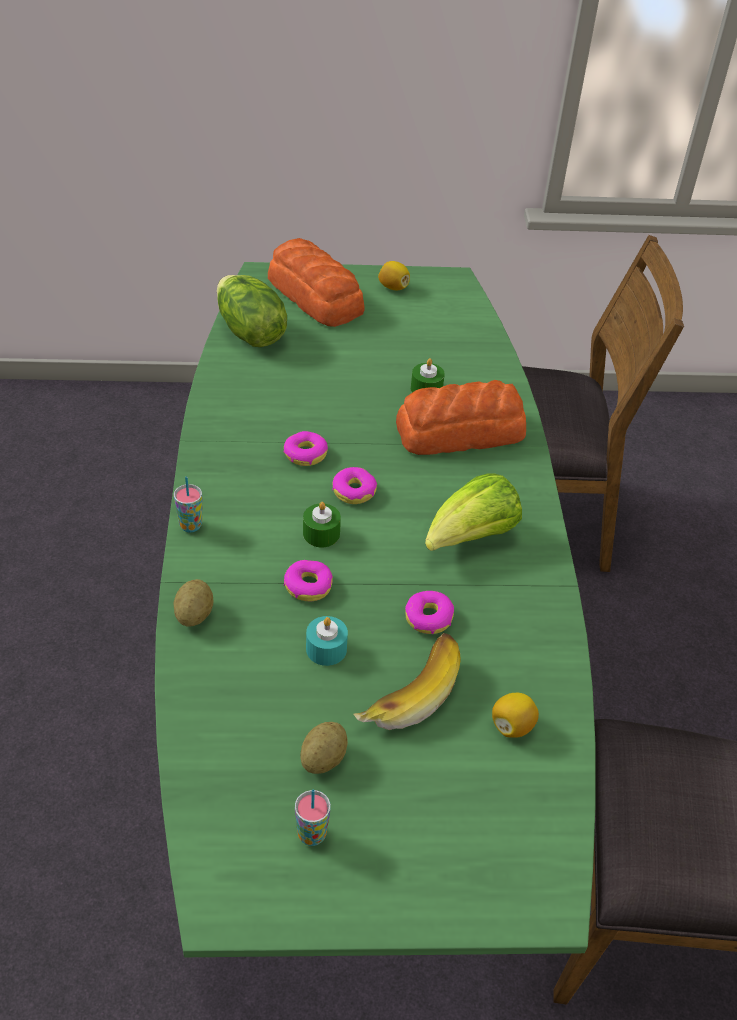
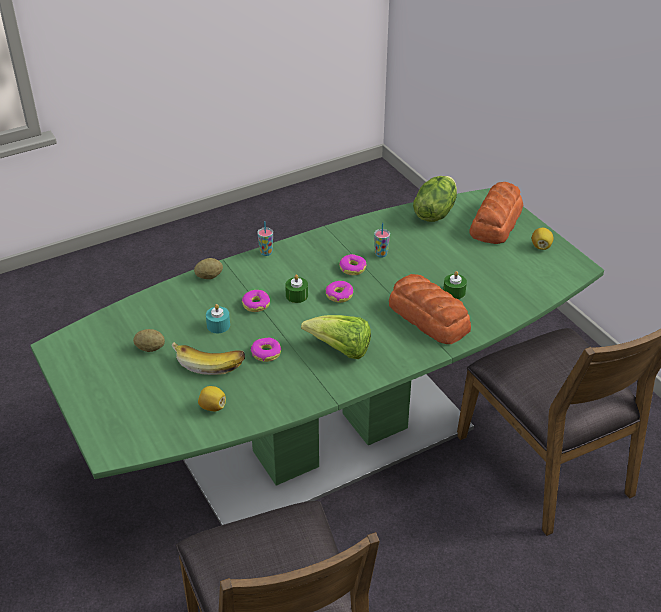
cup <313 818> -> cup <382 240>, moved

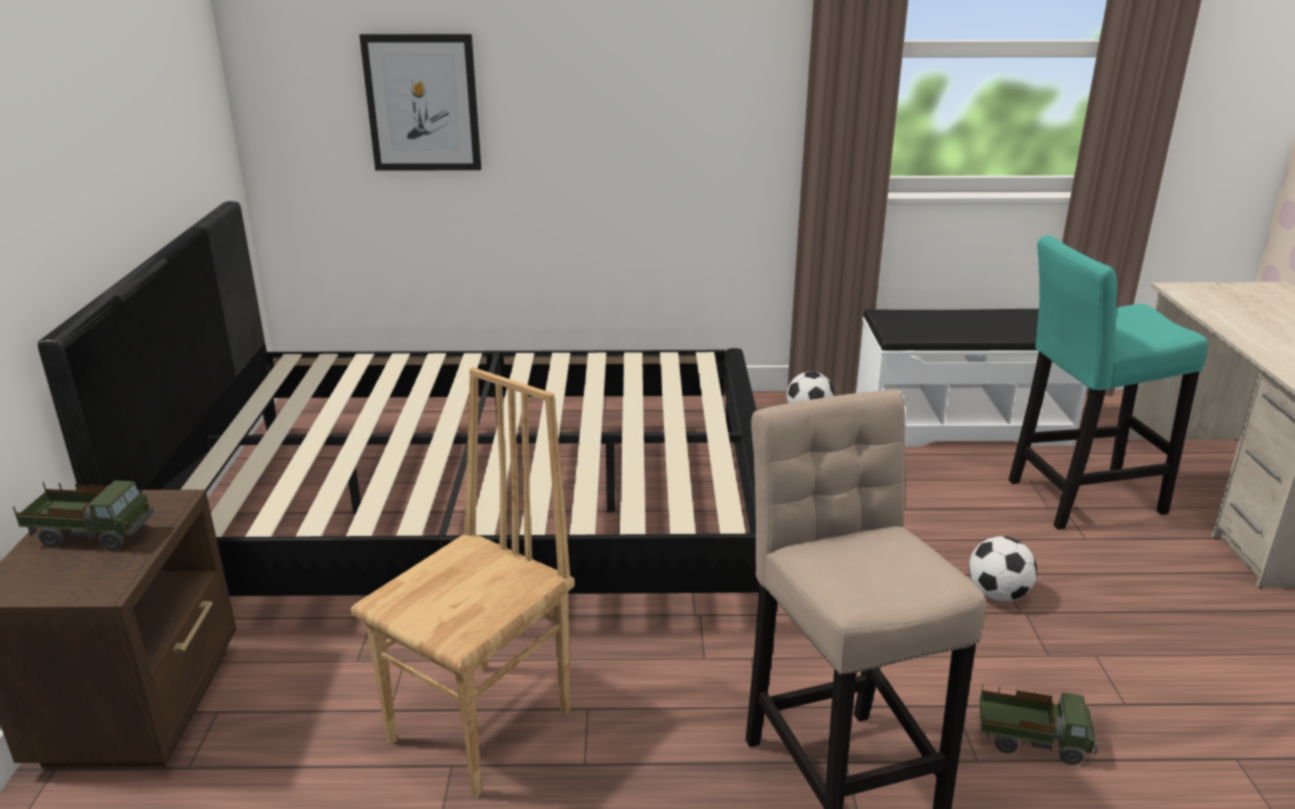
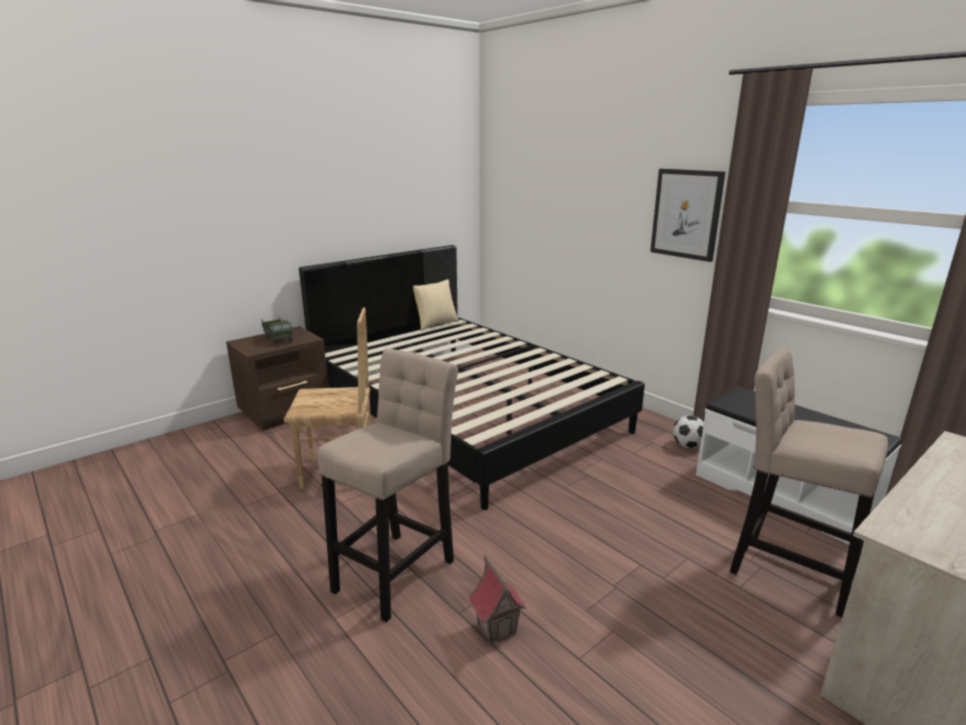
wall art <420 102> -> wall art <687 215>, moved
turquoise-coloured stool <1108 382> -> beige-coloured stool <809 482>
football <1003 569> -> none
model truck <1039 725> -> model house <497 599>
none -> pillow <436 305>

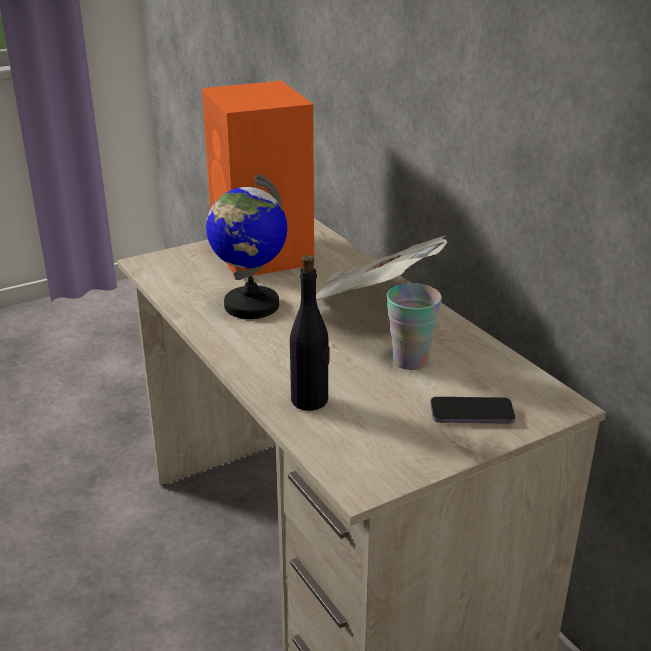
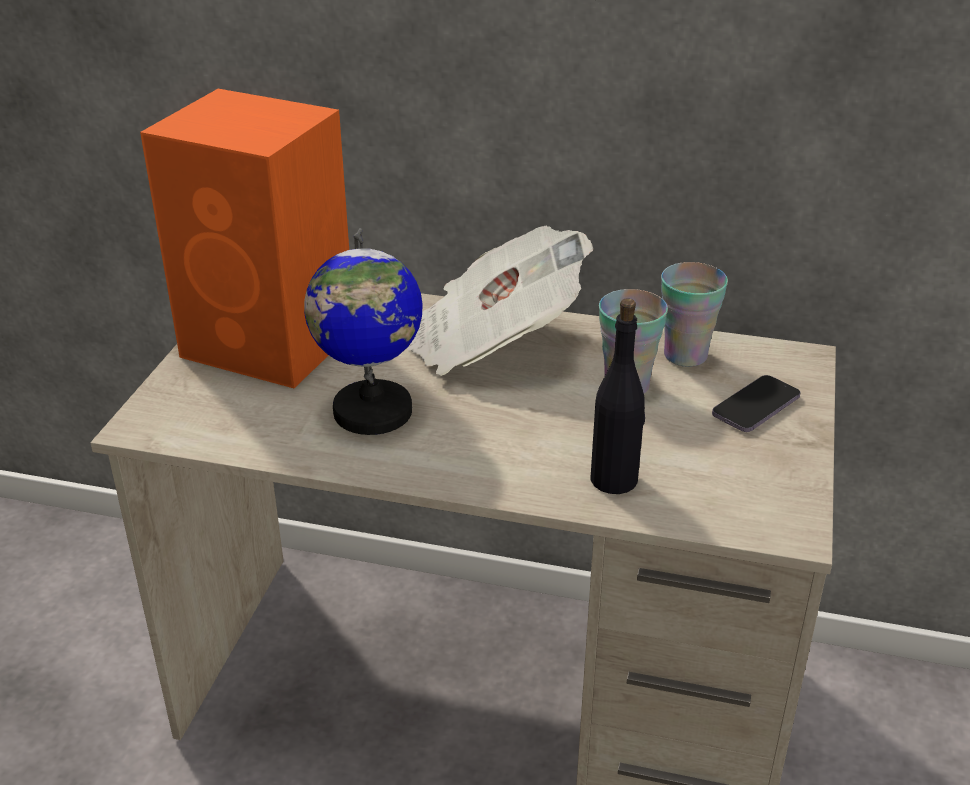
none -> cup <694 314>

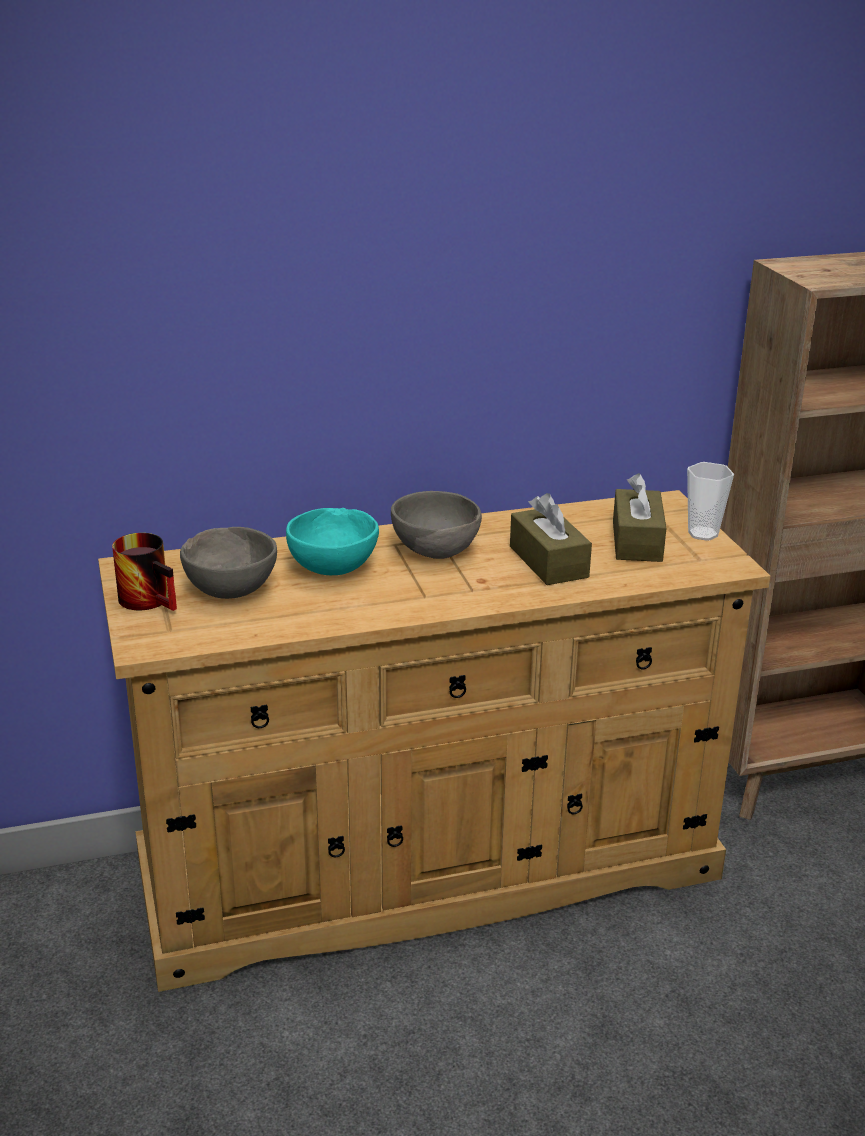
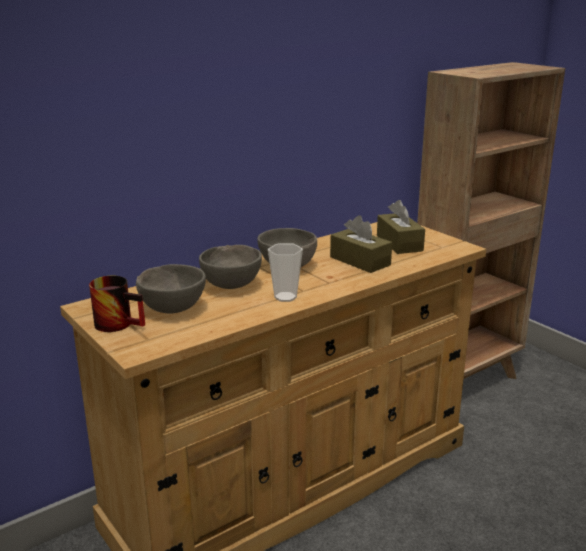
cup <710 501> -> cup <285 273>, moved
turquoise-coloured serving bowl <332 541> -> gray serving bowl <230 267>

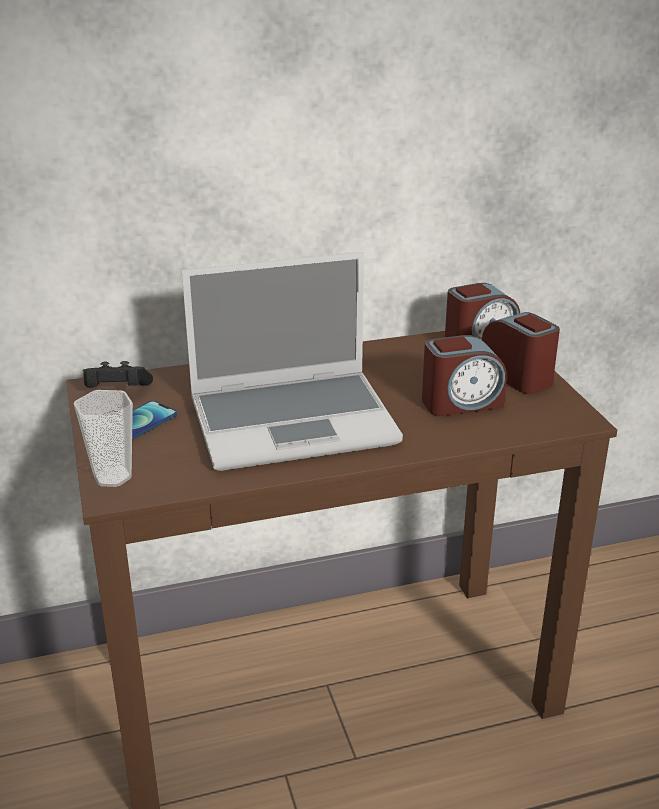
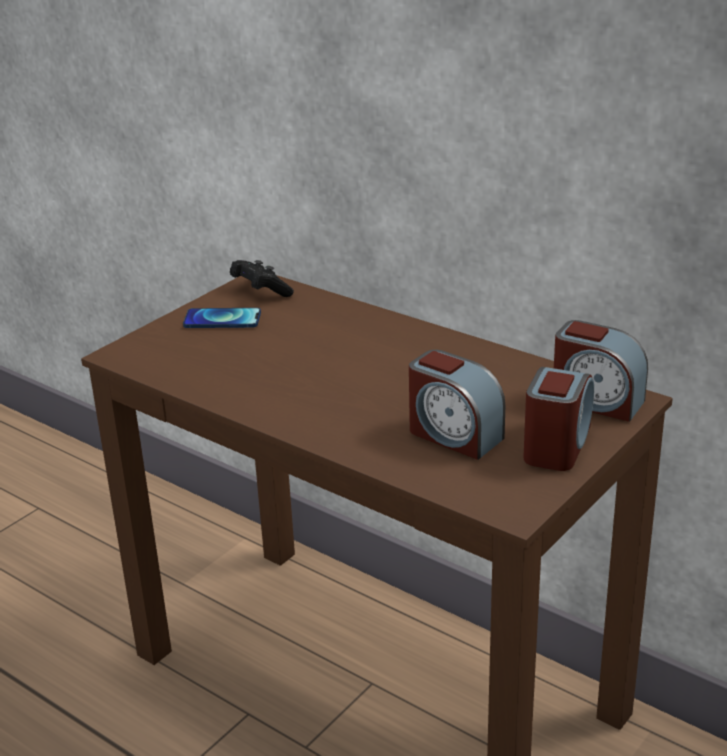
laptop <292 361> -> none
cup <103 438> -> none

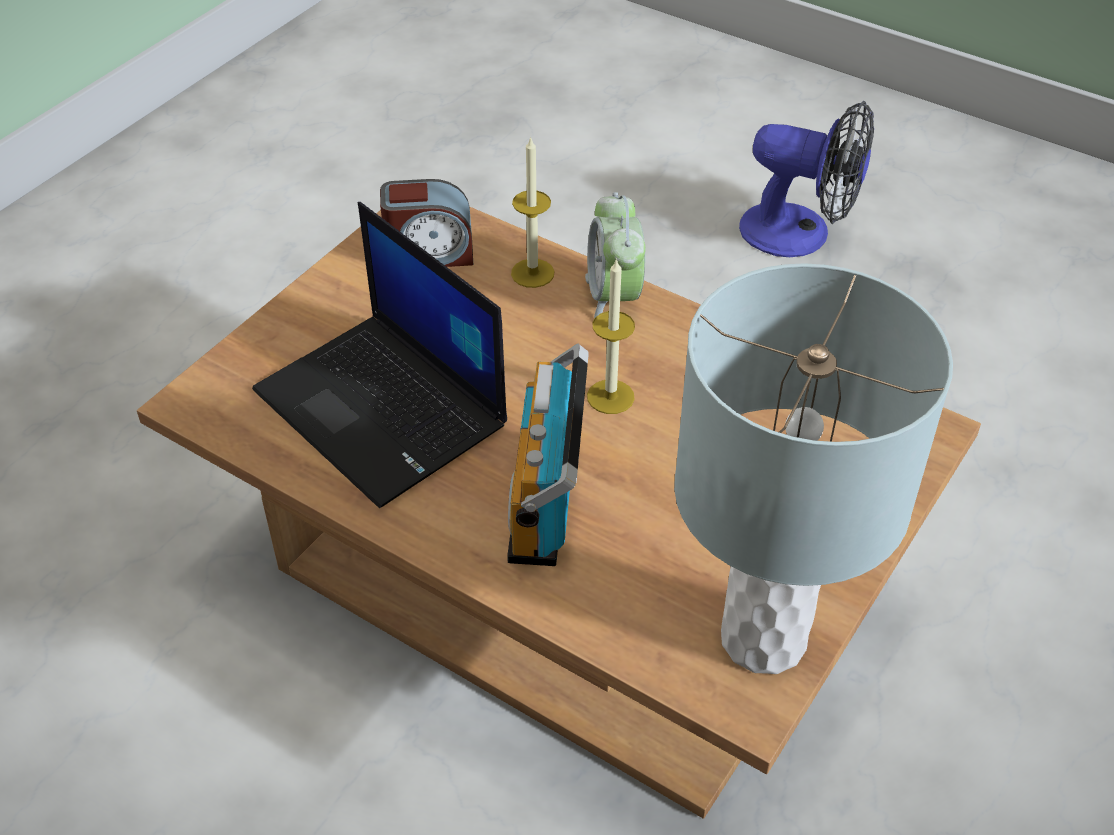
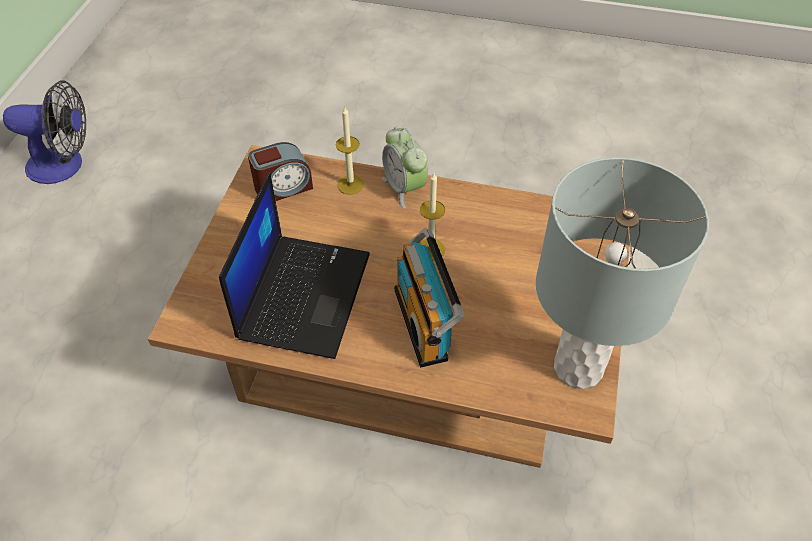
electric fan <806 179> -> electric fan <44 132>, moved
laptop <379 355> -> laptop <294 265>, 105 degrees counterclockwise

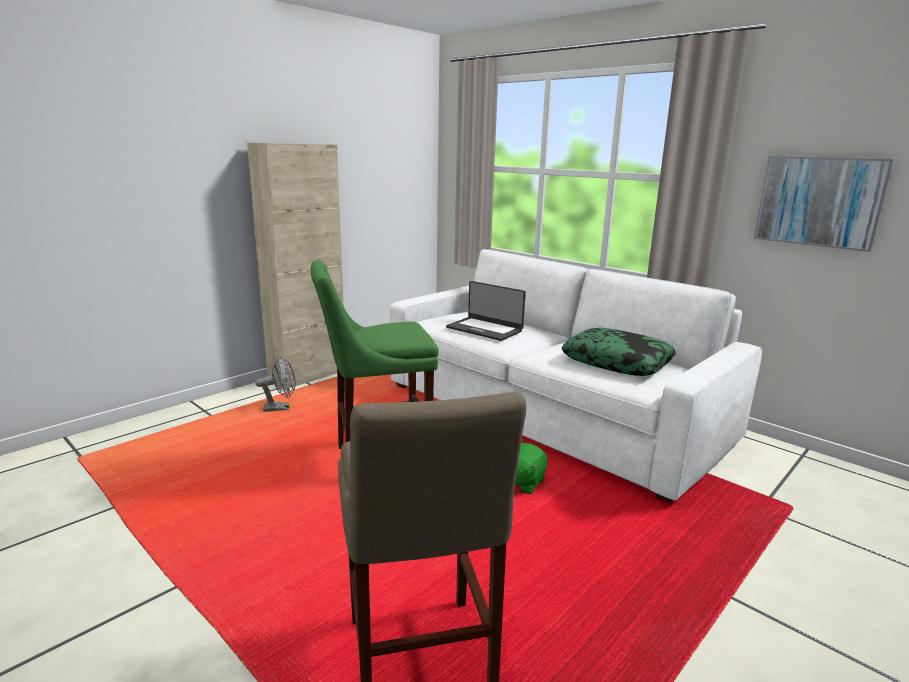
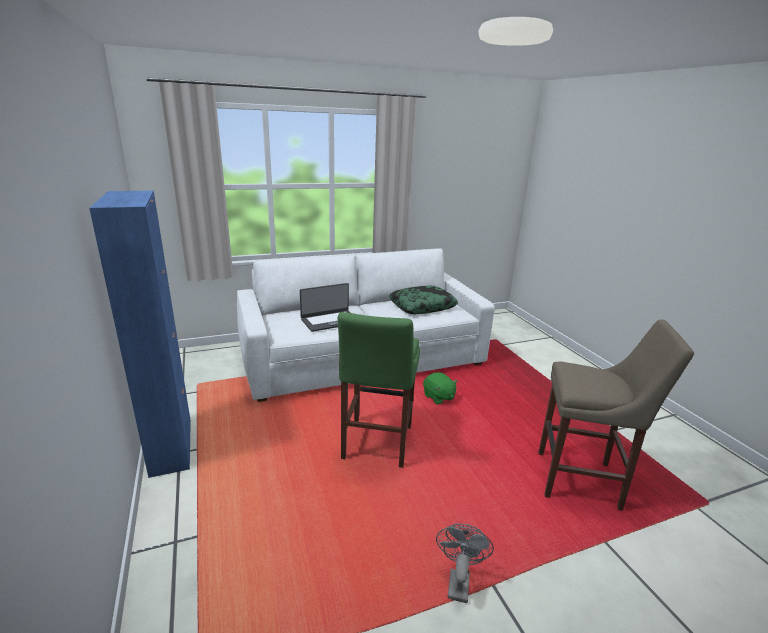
beige-coloured cabinet <295 266> -> blue-coloured cabinet <140 334>
wall art <824 204> -> none
gray electric fan <275 384> -> gray electric fan <465 563>, moved

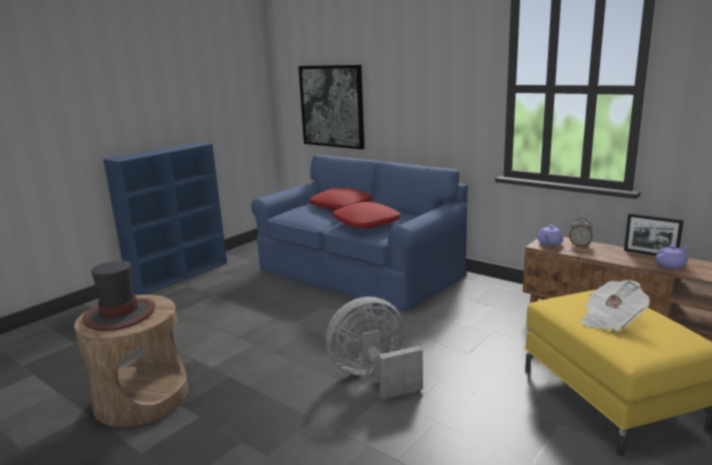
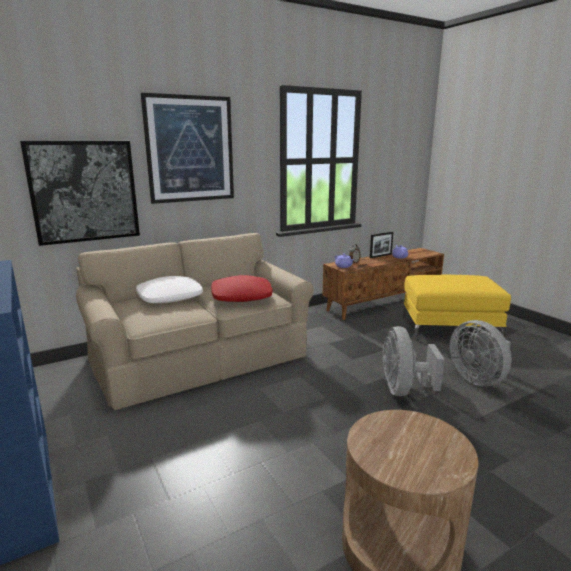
blue-coloured sofa <359 233> -> beige-coloured sofa <195 321>
red pillow <341 199> -> white-coloured pillow <169 289>
hat <118 296> -> none
newspaper <615 305> -> none
none -> wall art <187 148>
none -> gray electric fan <481 353>

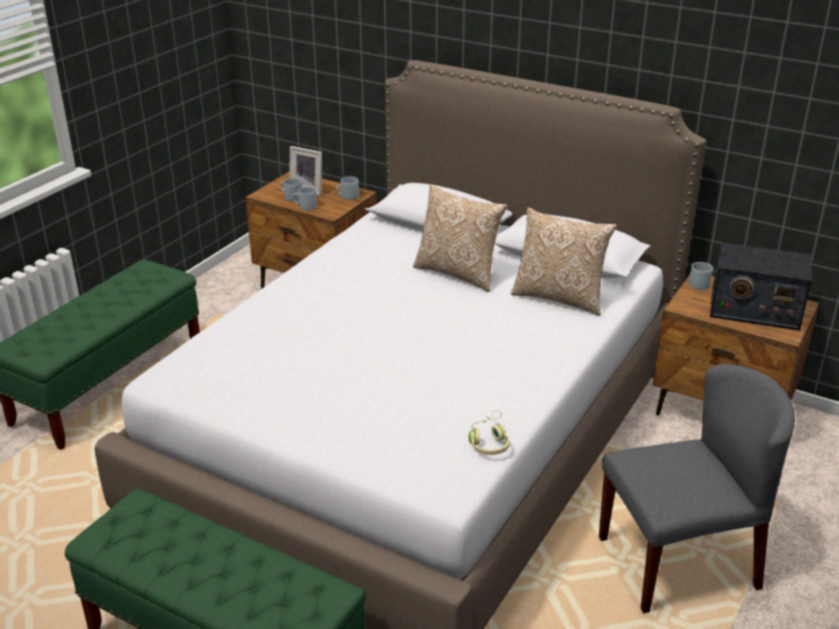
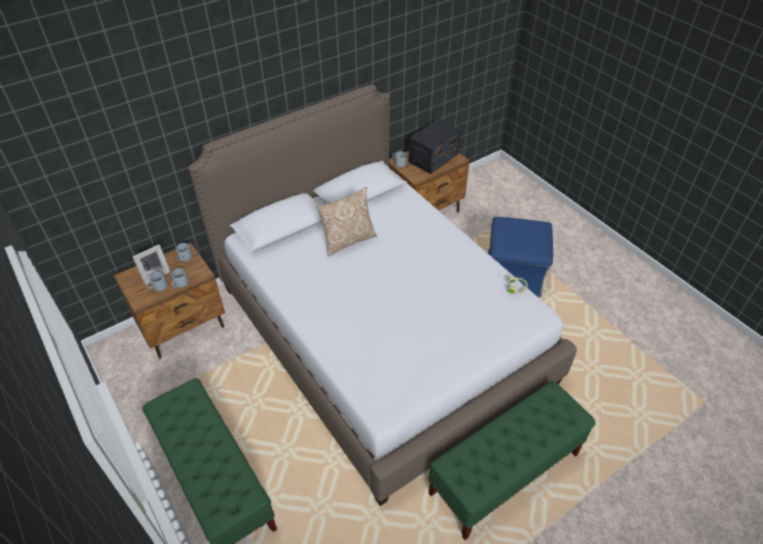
pillow <564 261> -> none
gray plain chair <697 488> -> blue-coloured footrest <520 257>

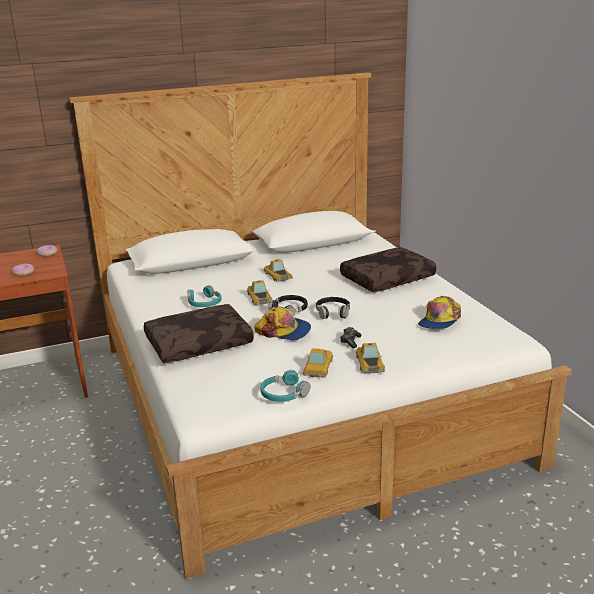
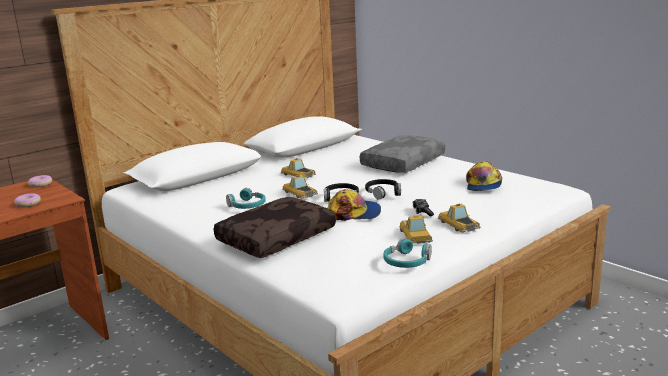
brown-coloured pillow <388 269> -> gray pillow <402 154>

